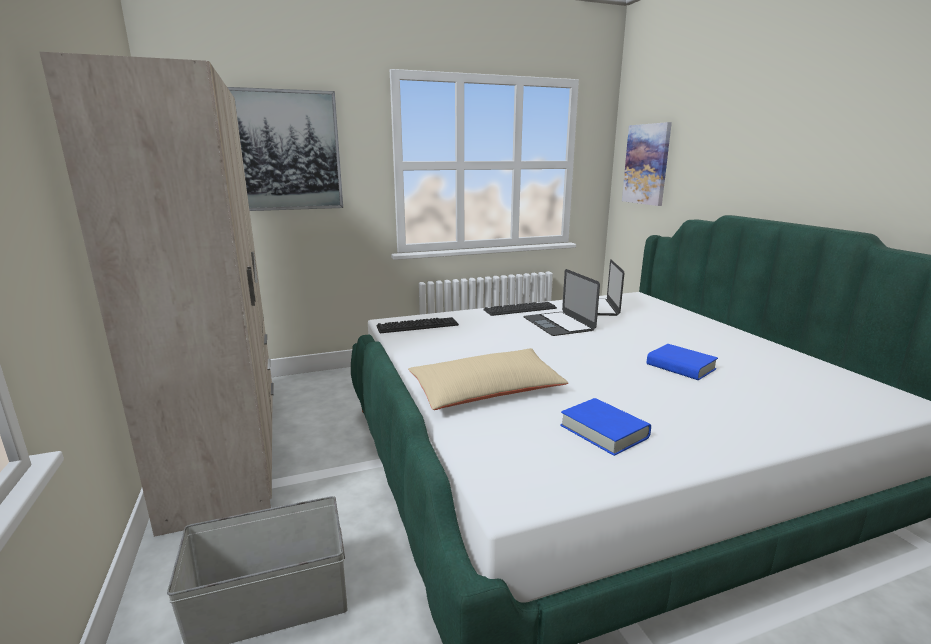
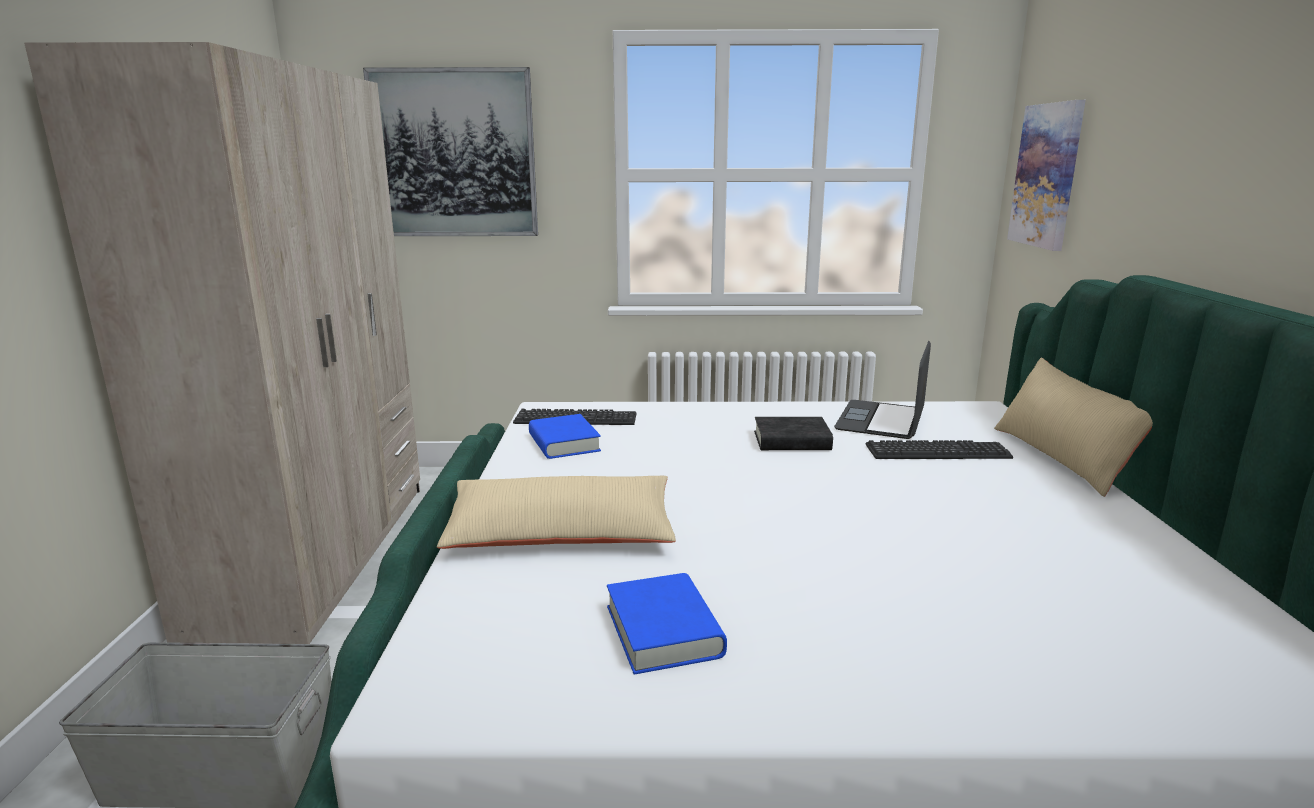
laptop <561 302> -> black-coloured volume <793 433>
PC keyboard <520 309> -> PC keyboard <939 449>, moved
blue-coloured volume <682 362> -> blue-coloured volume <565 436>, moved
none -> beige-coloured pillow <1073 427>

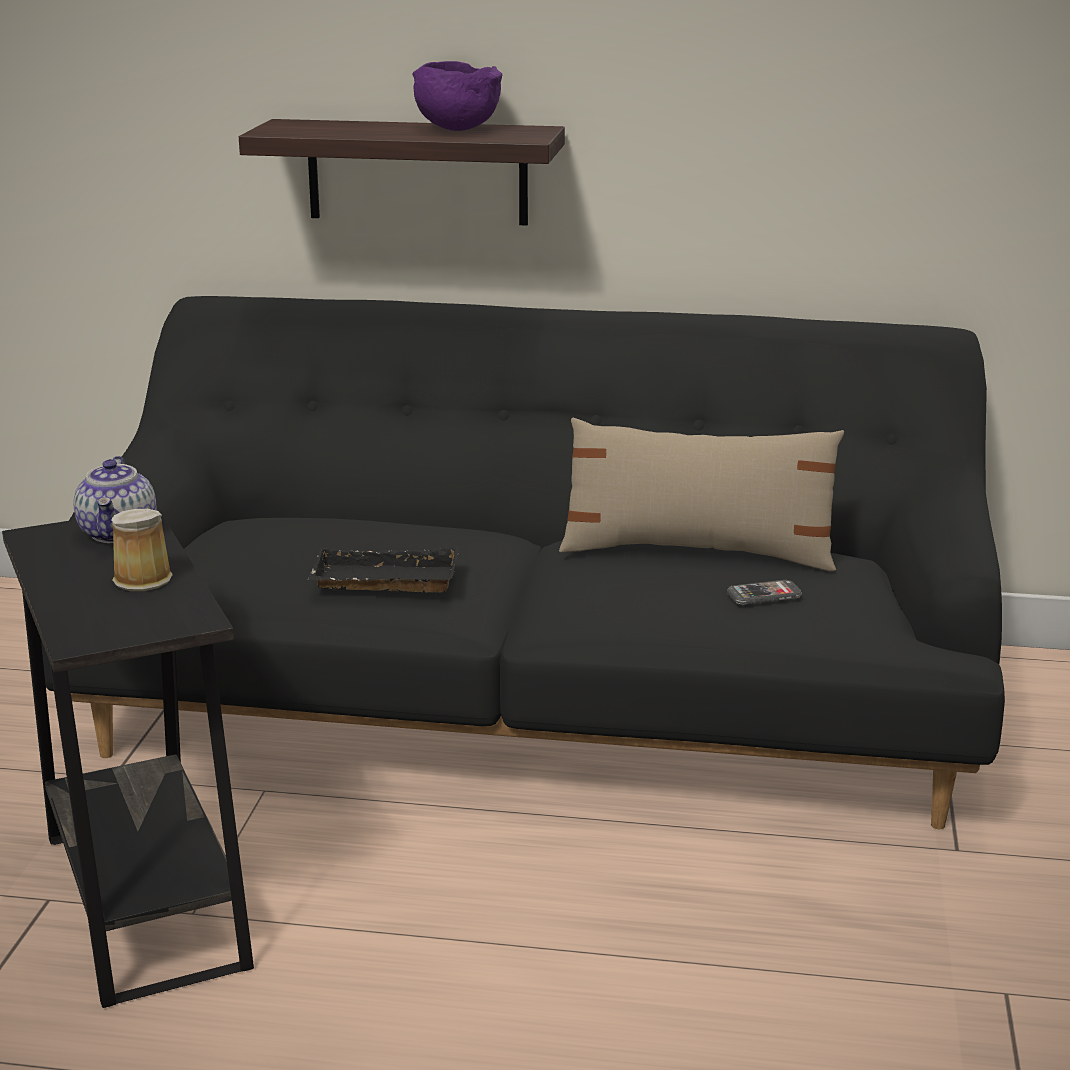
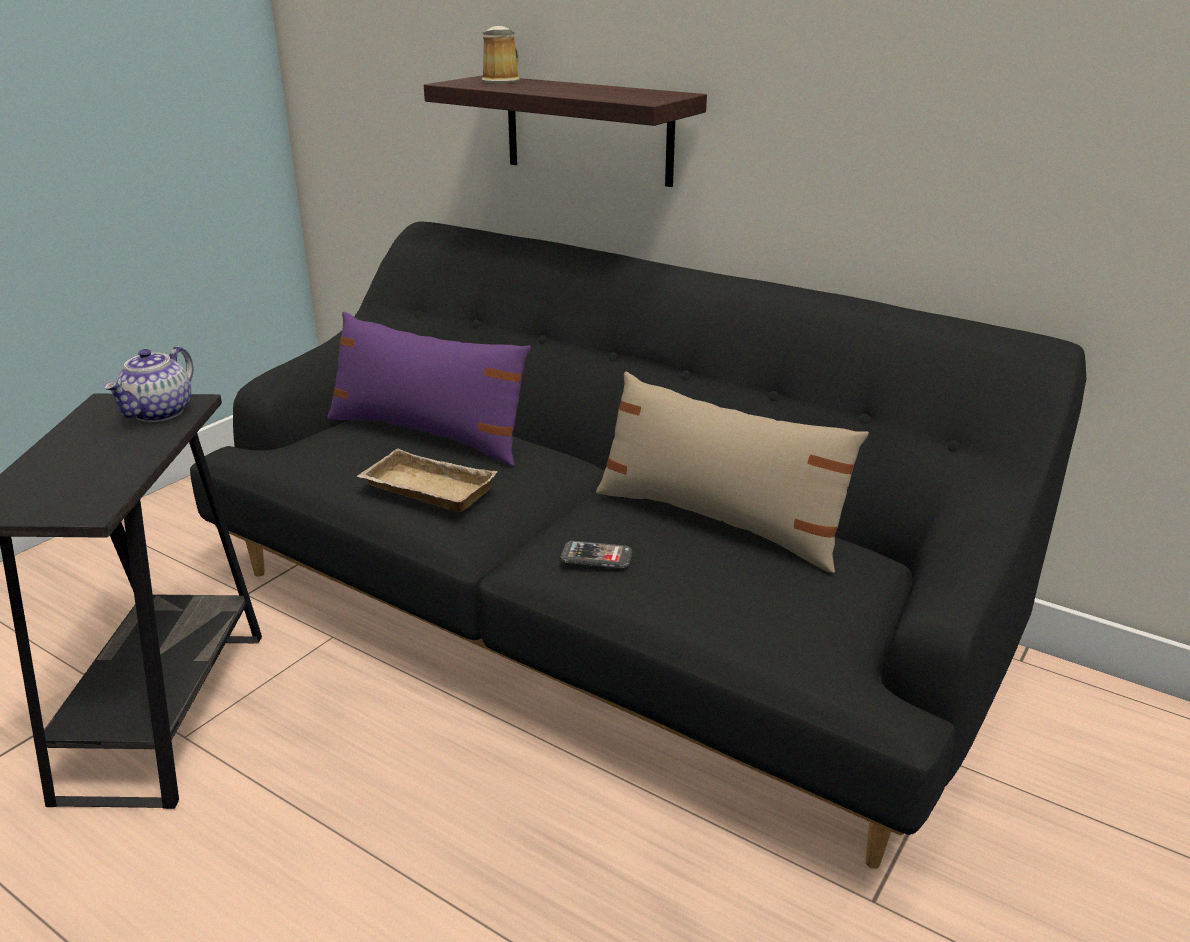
purplish serving bowl <457 96> -> none
mug <142 550> -> mug <501 54>, moved
black-coloured carrying tray <383 569> -> beige-coloured carrying tray <427 480>
phone <764 592> -> phone <596 554>, moved
none -> purplish pillow <429 389>

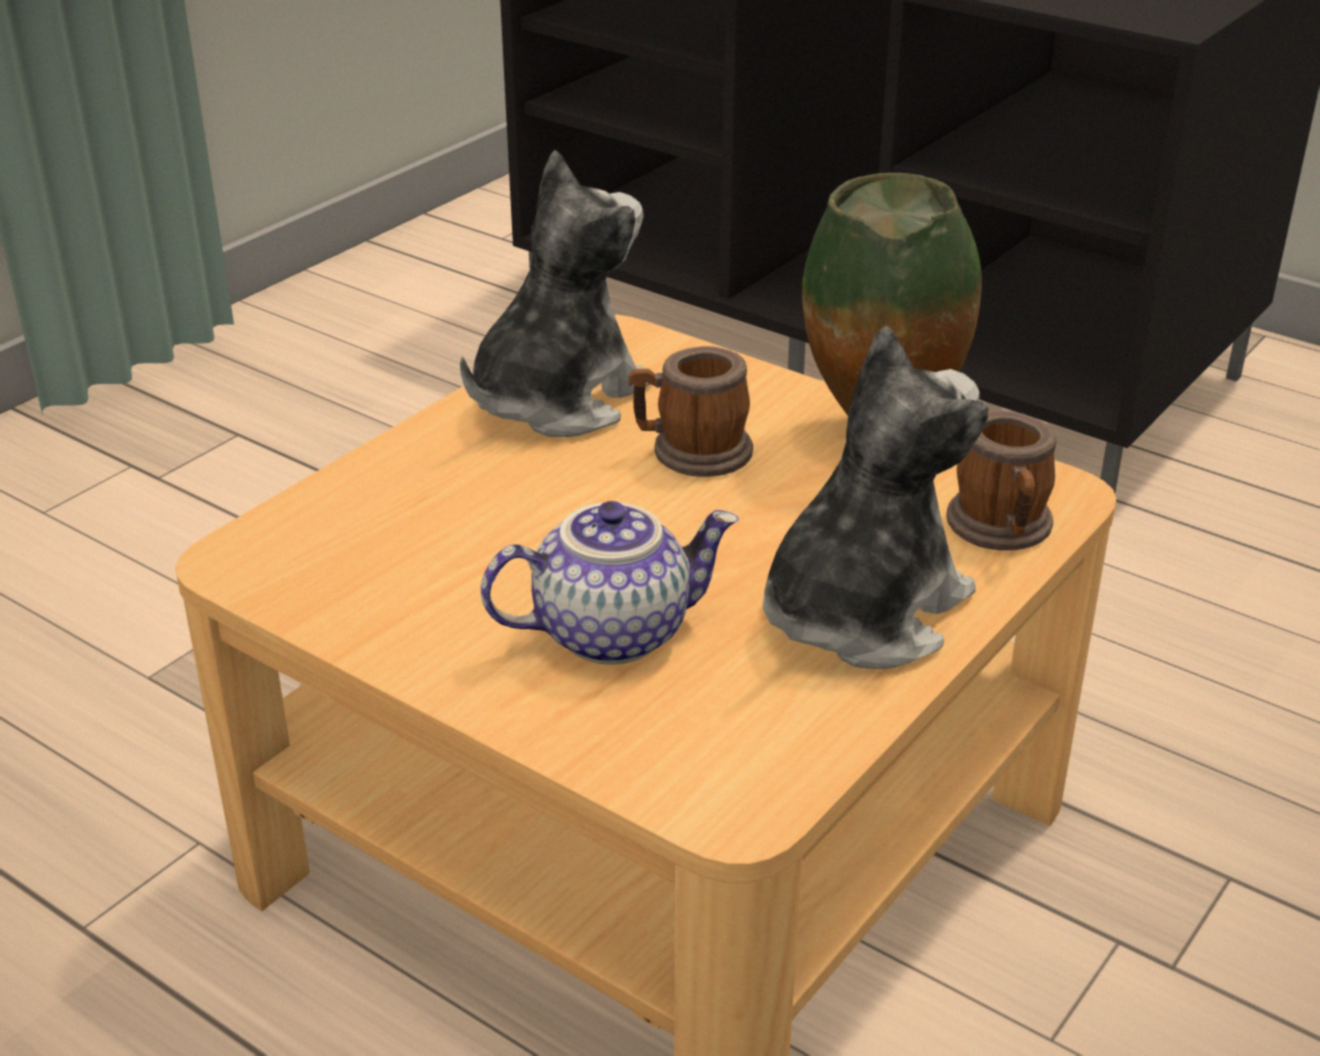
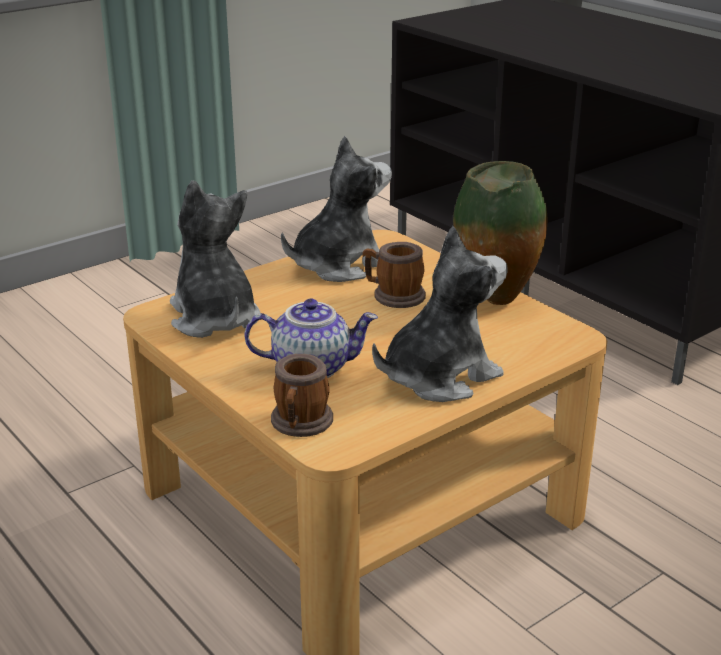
mug <1001 480> -> mug <302 395>, moved
none -> soft toy <215 259>

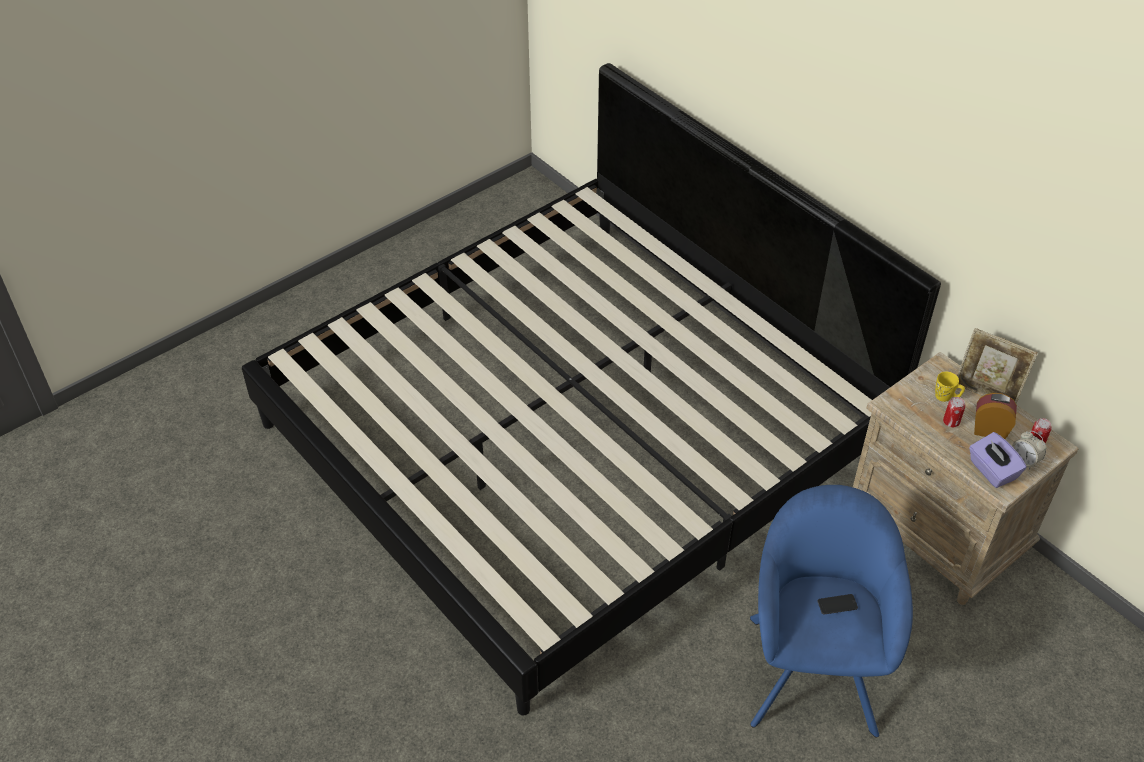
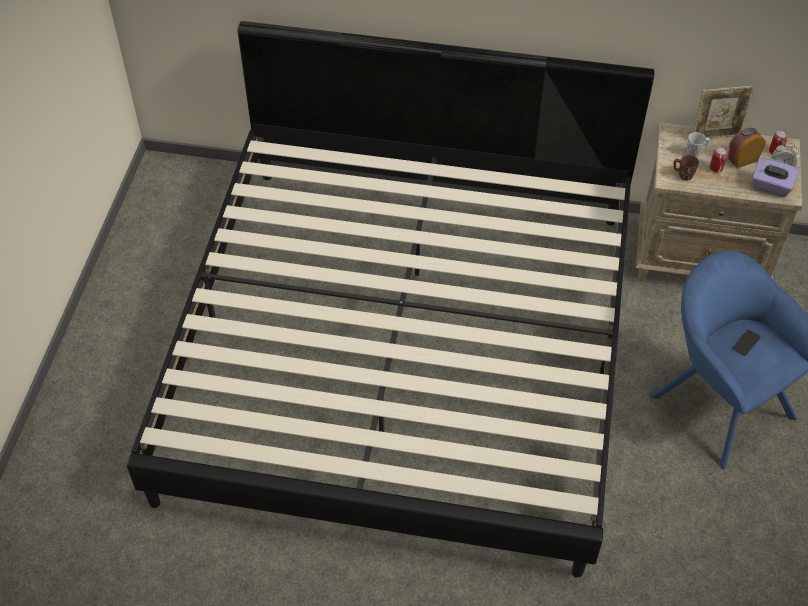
yellow-coloured mug <950 387> -> white-coloured mug <698 144>
none -> brown-coloured mug <686 167>

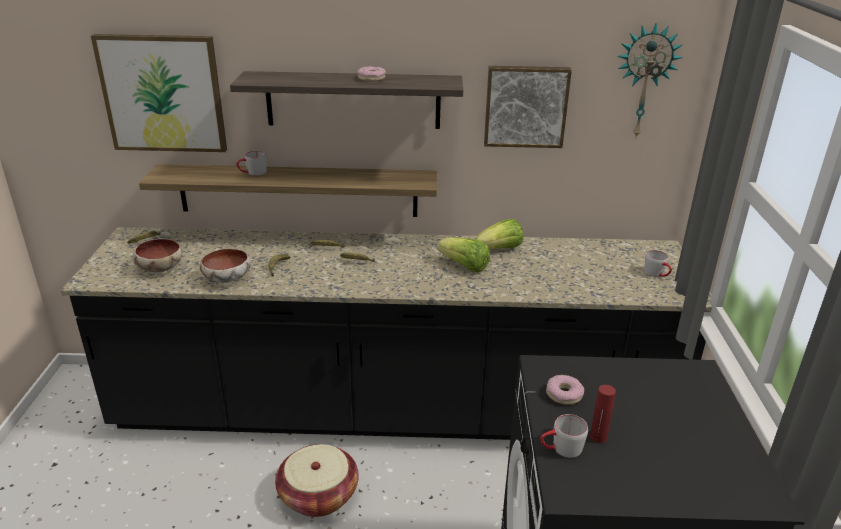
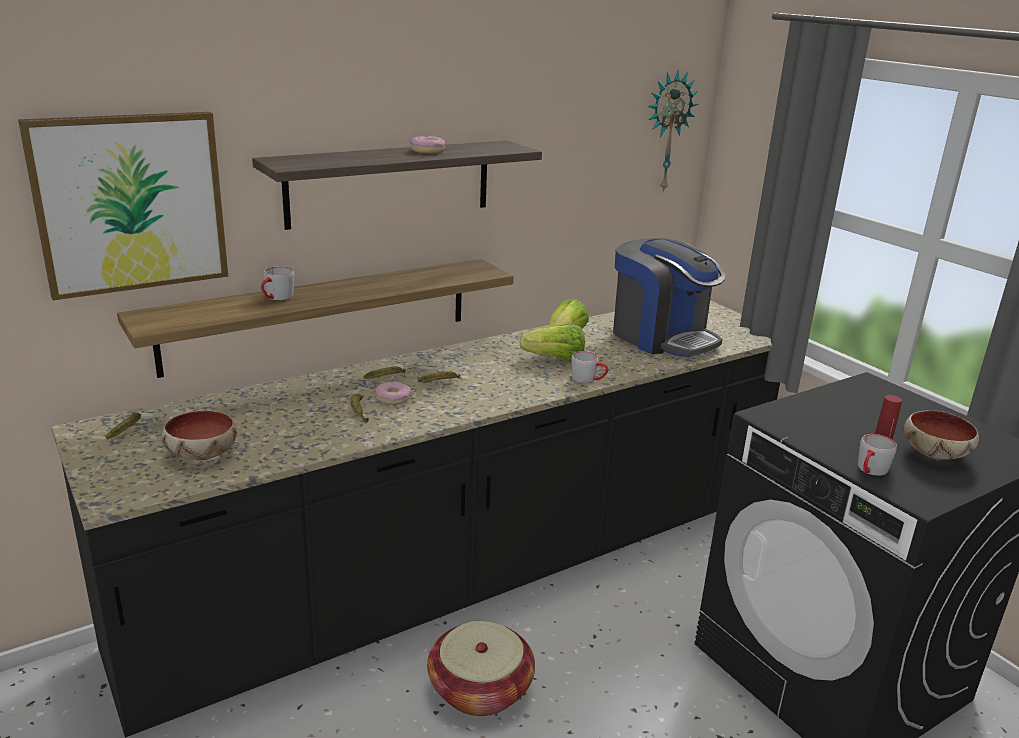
wall art <528 107> -> none
serving bowl <225 265> -> serving bowl <941 435>, moved
gray mug <658 263> -> gray mug <589 367>, moved
donut <565 390> -> donut <393 393>, moved
none -> coffee maker <669 297>

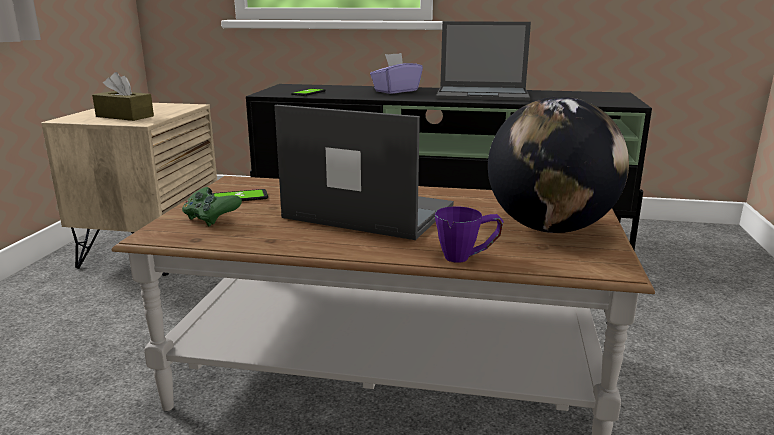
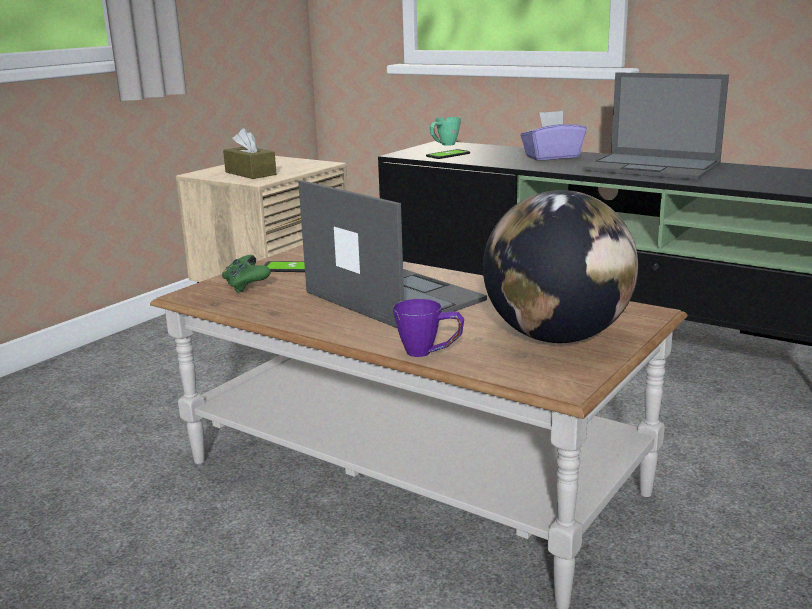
none -> green mug <445 131>

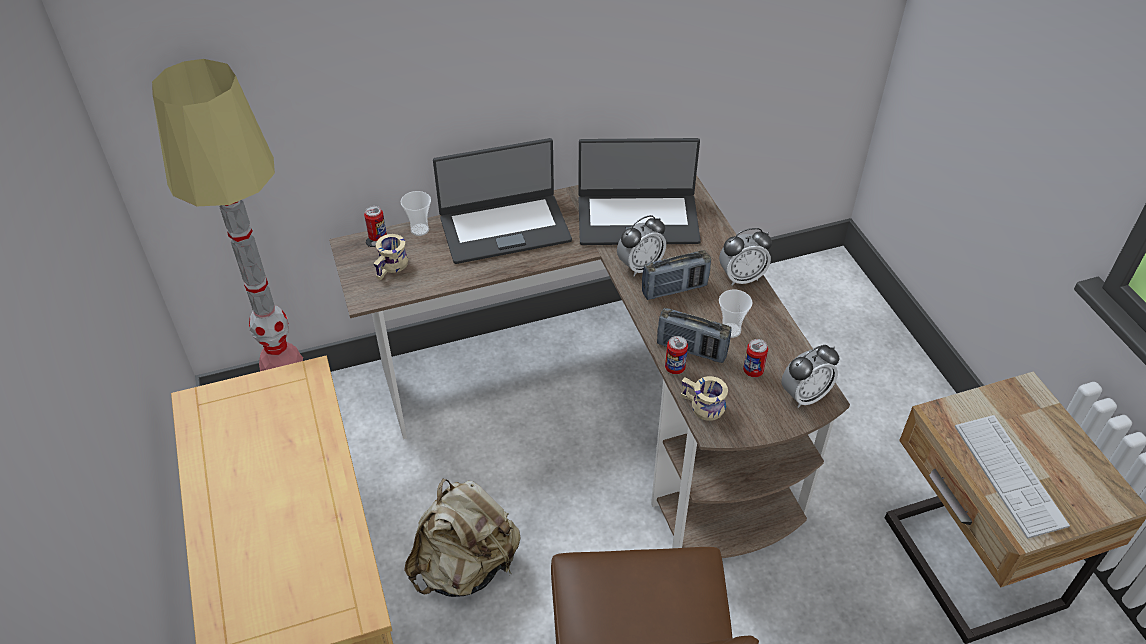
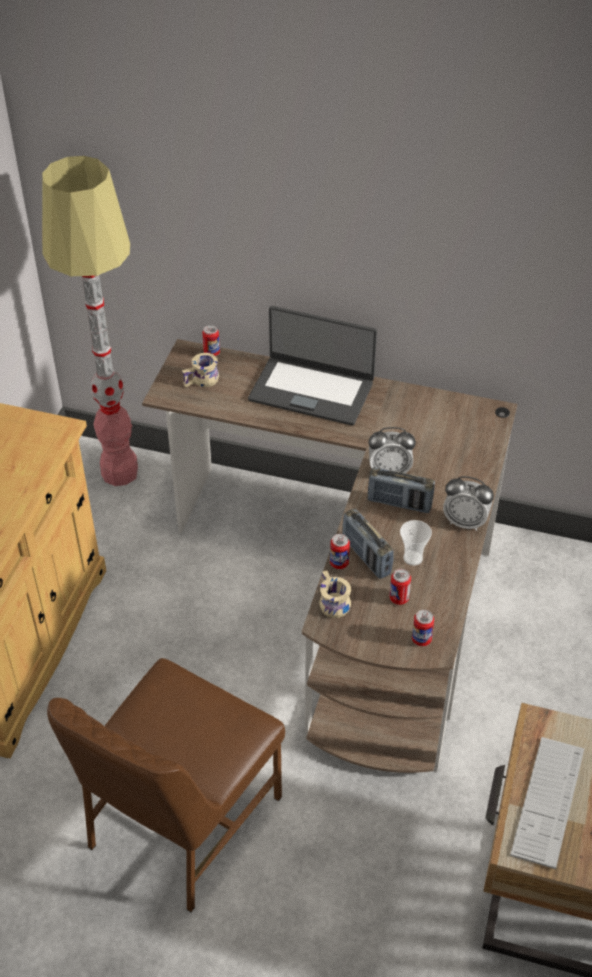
laptop <639 191> -> none
cup <416 213> -> none
alarm clock <810 376> -> metal can <423 628>
beige-coloured knapsack <462 538> -> none

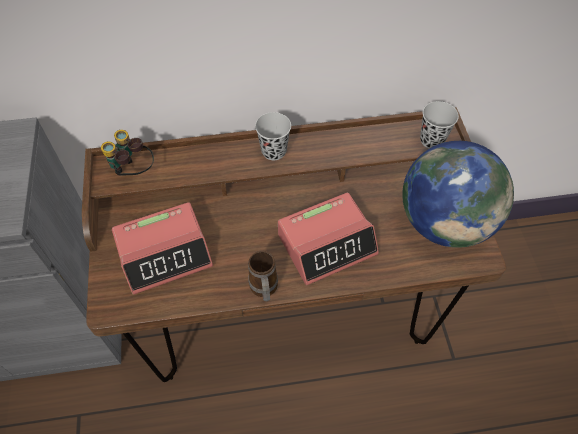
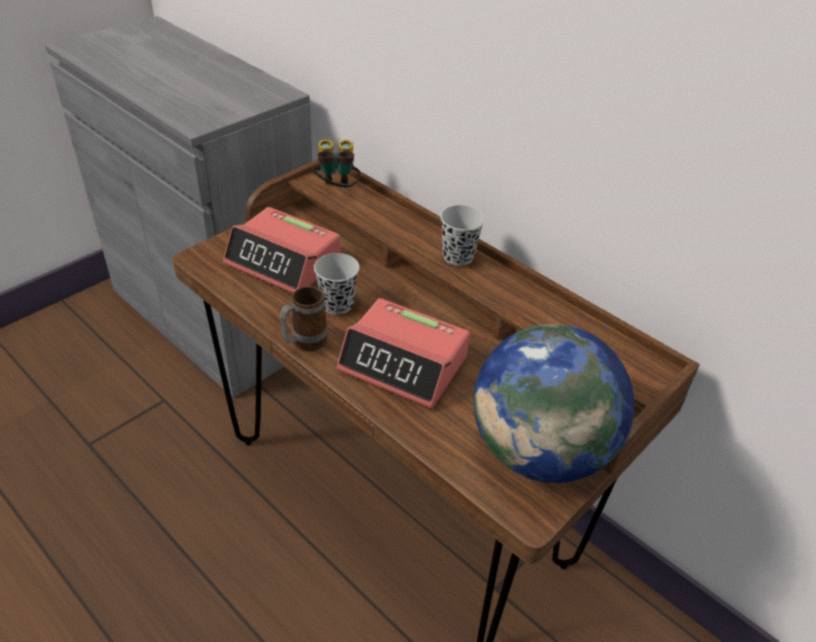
black-coloured cup <439 125> -> black-coloured cup <336 284>, moved

